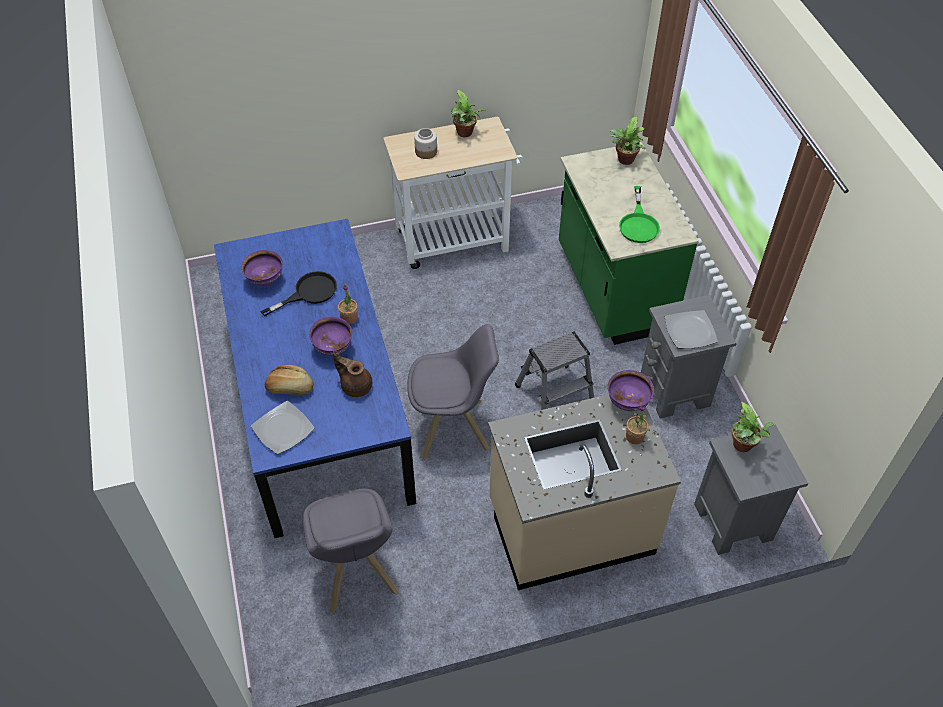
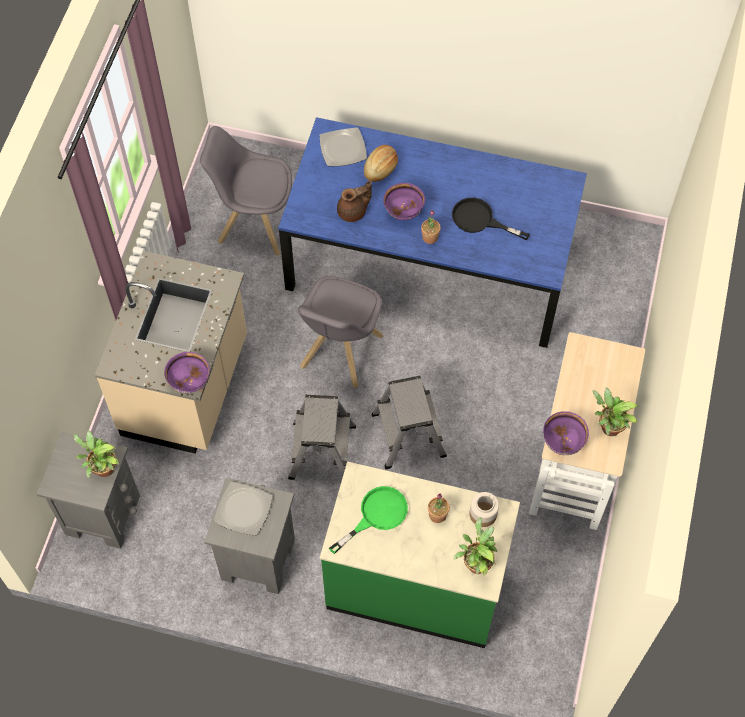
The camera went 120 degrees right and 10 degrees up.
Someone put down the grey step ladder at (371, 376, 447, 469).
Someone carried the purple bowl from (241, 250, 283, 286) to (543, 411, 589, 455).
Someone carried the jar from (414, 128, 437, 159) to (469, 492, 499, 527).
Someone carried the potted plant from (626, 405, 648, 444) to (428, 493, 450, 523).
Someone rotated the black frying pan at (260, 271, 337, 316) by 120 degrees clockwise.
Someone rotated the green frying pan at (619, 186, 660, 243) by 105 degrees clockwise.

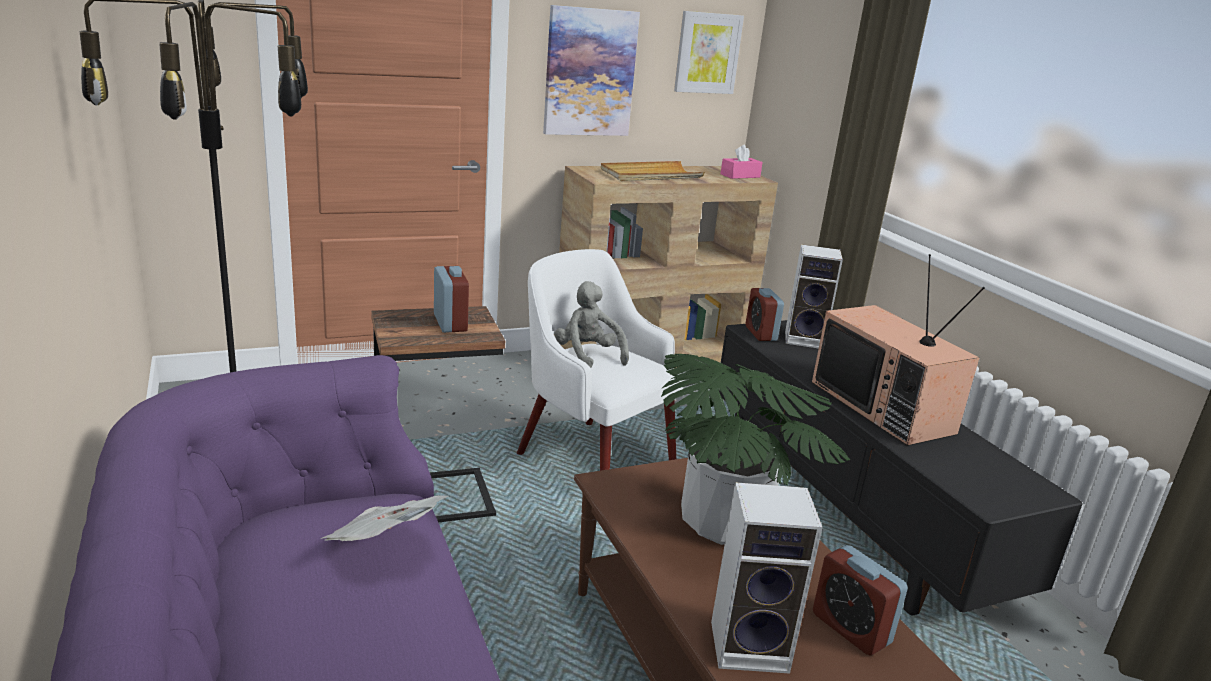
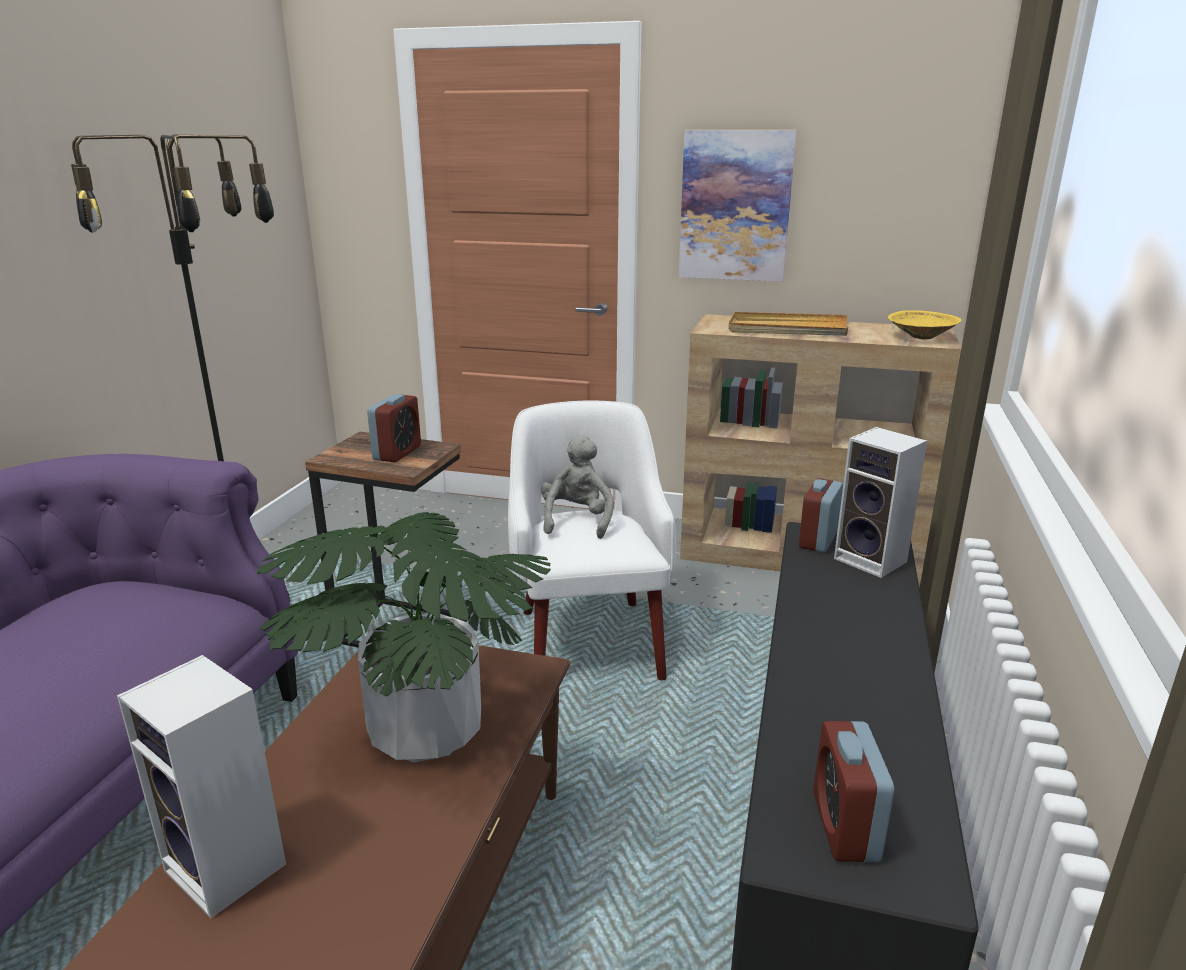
The camera went 40 degrees right and 0 degrees up.
Someone took away the newspaper at (321, 496, 449, 541).
Someone took away the picture at (674, 11, 744, 94).
Someone took away the television at (812, 254, 985, 446).
Someone carried the alarm clock from (813, 545, 908, 656) to (813, 721, 894, 862).
Someone swapped the pink tissue box at (721, 145, 763, 179) for the yellow bowl at (888, 310, 962, 339).

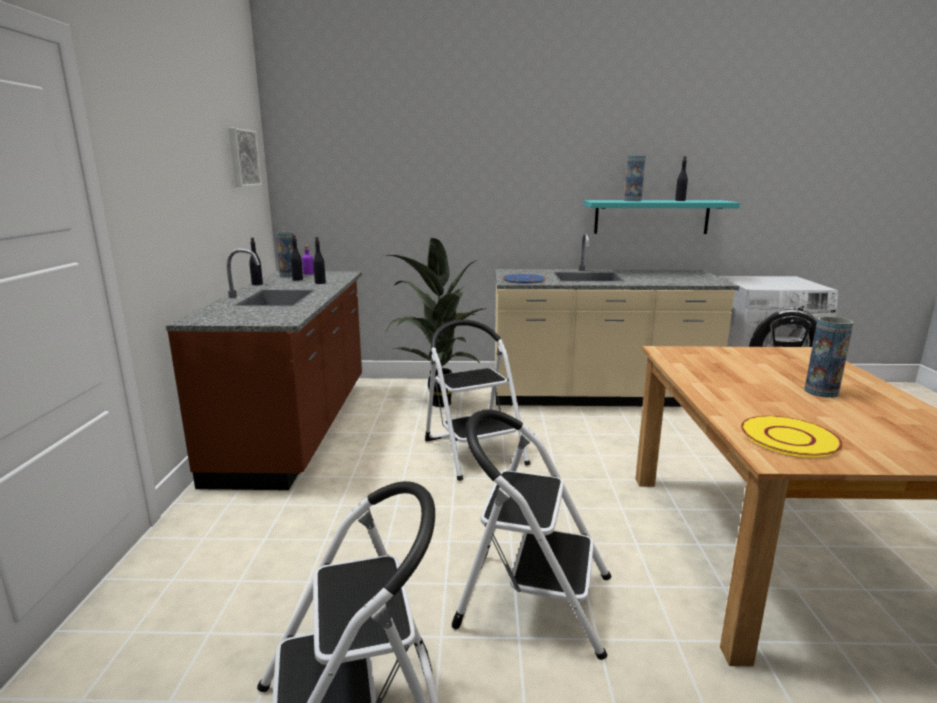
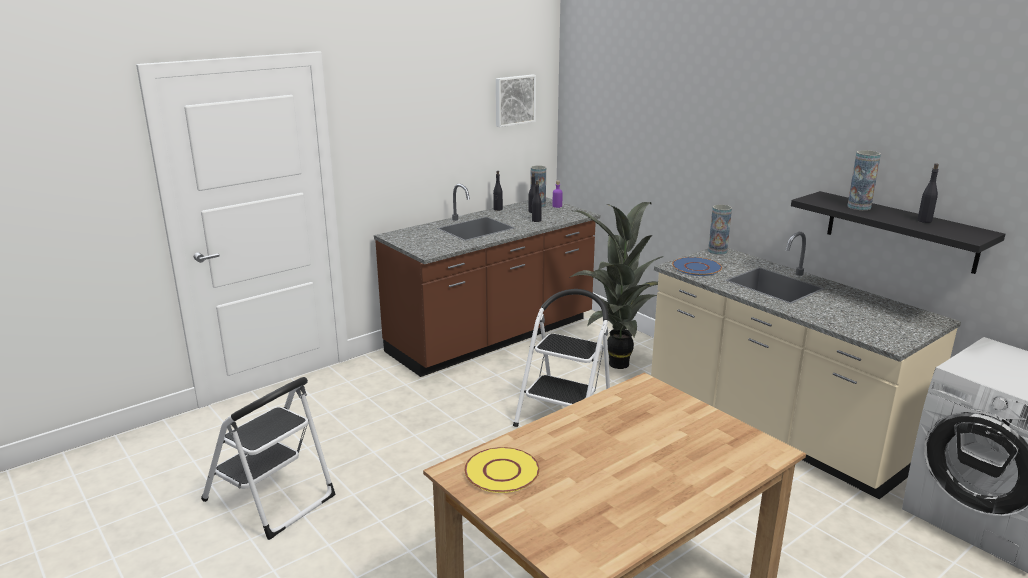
The camera went 50 degrees right and 5 degrees up.
Someone took away the step ladder at (452, 410, 611, 660).
Someone carried the vase from (804, 317, 854, 398) to (708, 205, 732, 255).
Someone repainted the turquoise shelf at (584, 200, 740, 234), which became the black shelf at (791, 191, 1005, 274).

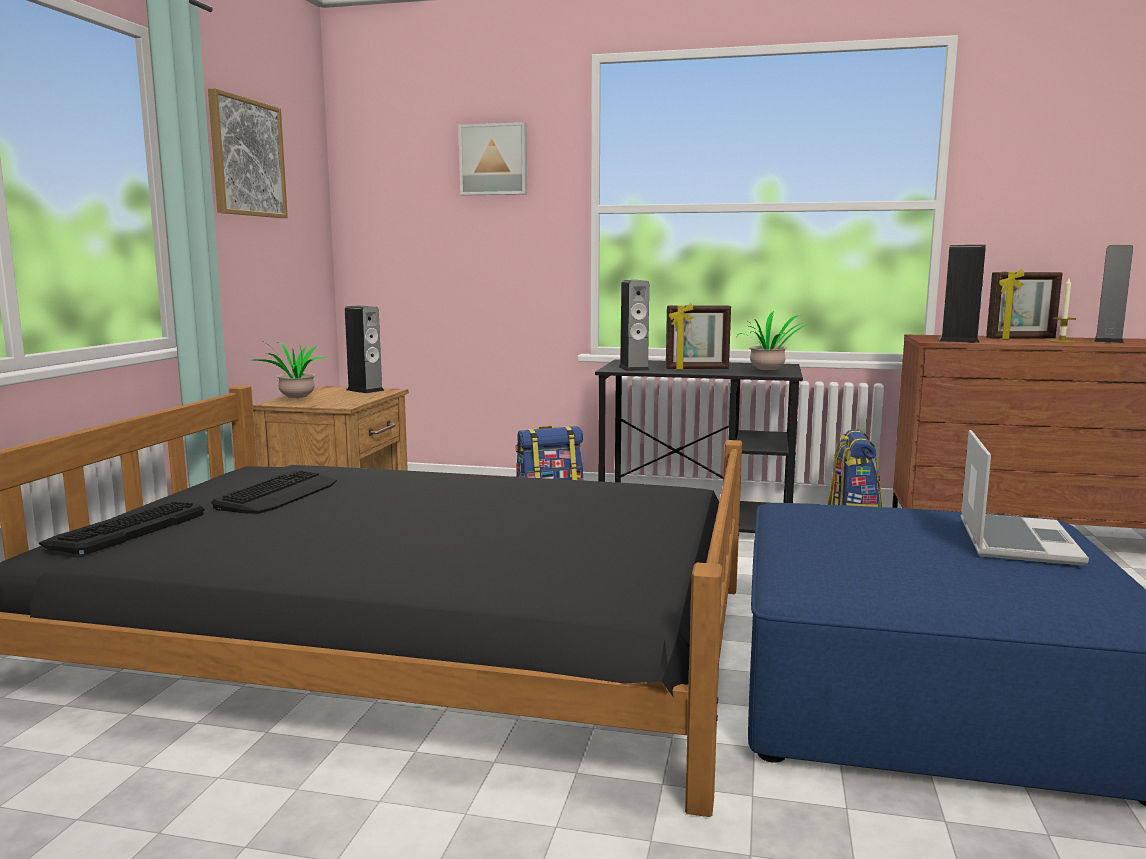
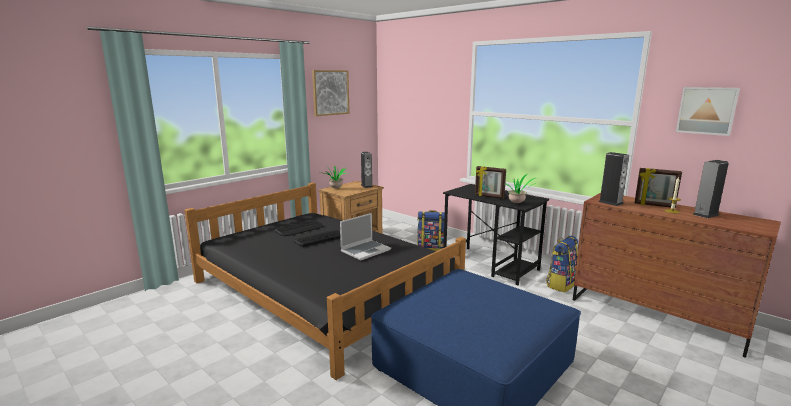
The camera went 30 degrees right and 5 degrees up.
Someone took away the speaker at (619, 280, 650, 371).
Someone carried the keyboard from (39, 501, 205, 555) to (293, 230, 341, 247).
Someone carried the picture from (459, 122, 527, 196) to (676, 87, 740, 136).
Someone carried the laptop from (961, 430, 1089, 565) to (340, 213, 391, 261).

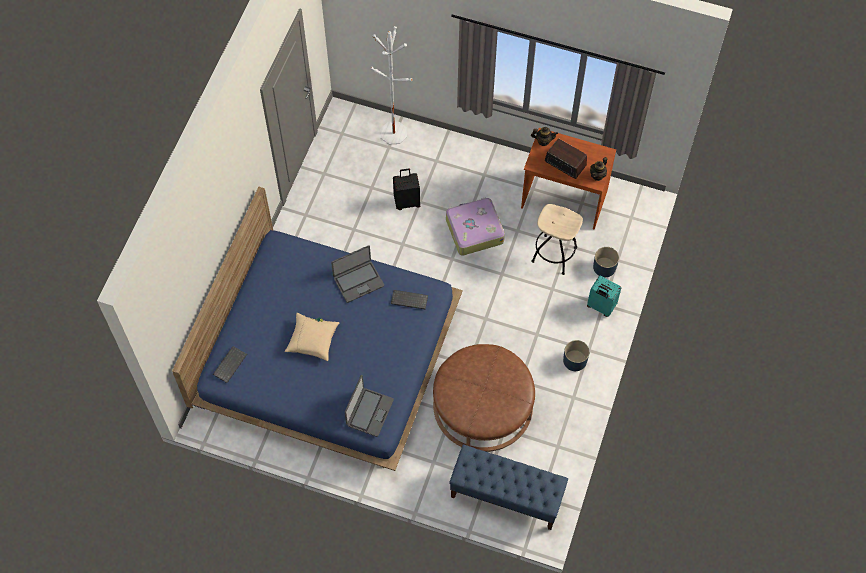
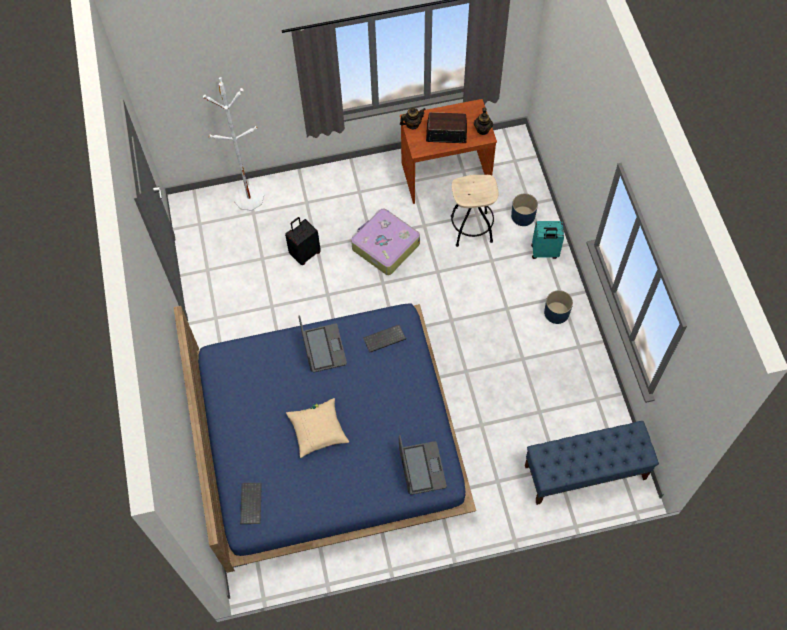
The camera went 30 degrees left and 0 degrees up.
Someone took away the brown ottoman at (433, 344, 535, 452).
Someone rotated the laptop at (331, 245, 384, 303) by 45 degrees counterclockwise.

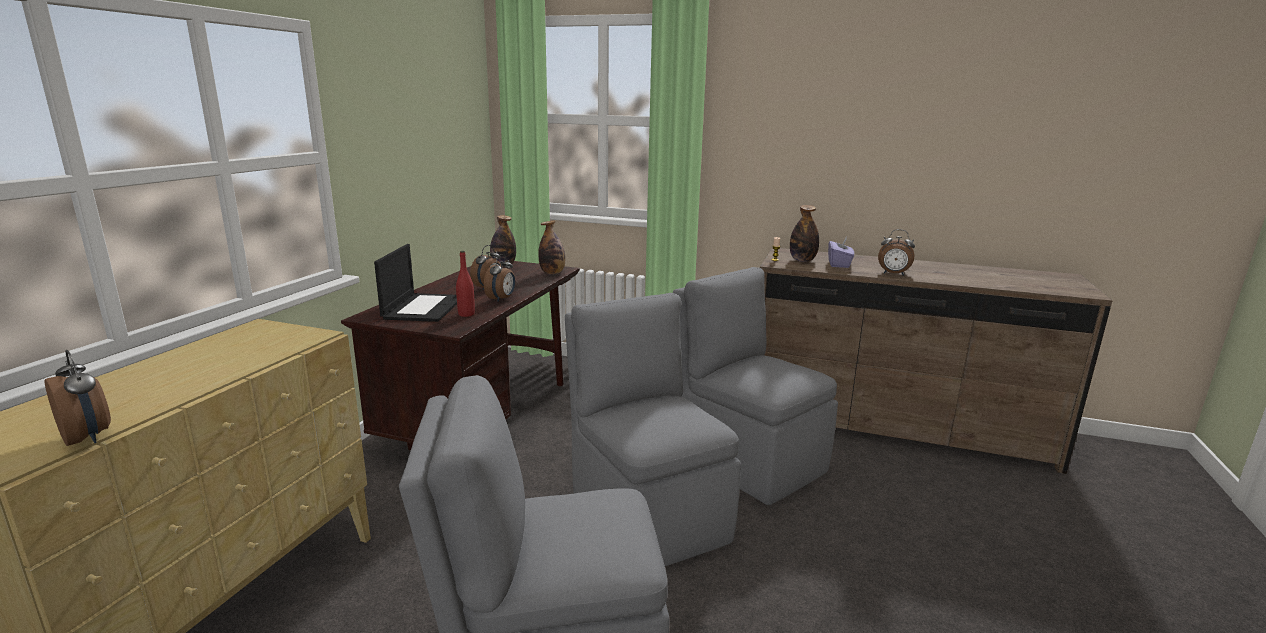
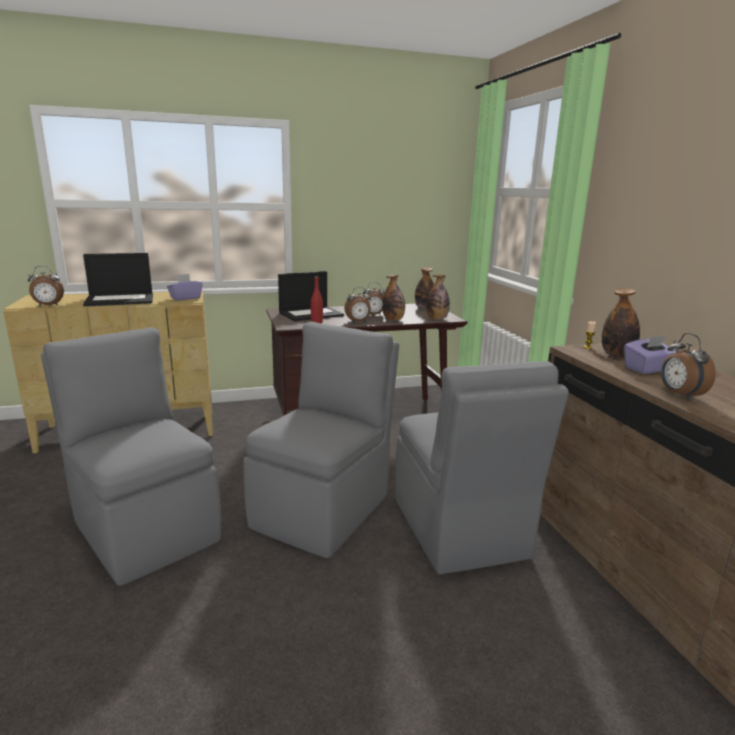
The camera went 55 degrees right and 0 degrees up.
Someone put down the laptop at (83, 253, 153, 306).
Someone put down the purple tissue box at (167, 274, 203, 300).
Someone put down the bottle at (382, 275, 405, 321).
Someone rotated the alarm clock at (44, 350, 111, 446) by 60 degrees clockwise.
Someone rotated the grey chair at (673, 267, 838, 505) by 150 degrees clockwise.

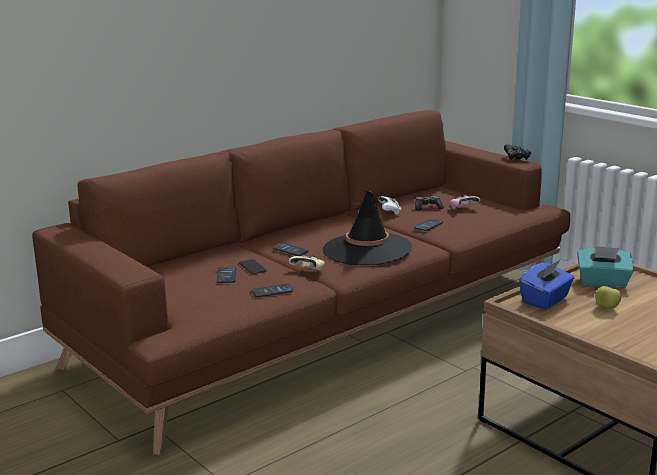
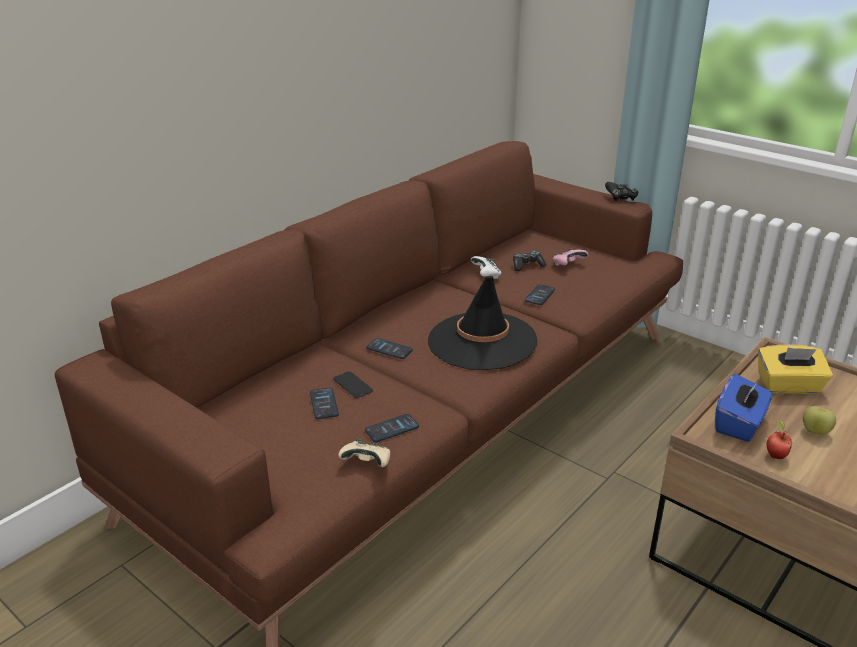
The camera went 10 degrees left and 10 degrees up.
Someone put down the apple at (767, 419, 792, 459).
Someone carried the beige game controller from (289, 254, 325, 271) to (338, 439, 390, 467).
Someone repainted the turquoise tissue box at (577, 246, 634, 288), which became the yellow tissue box at (758, 344, 833, 394).

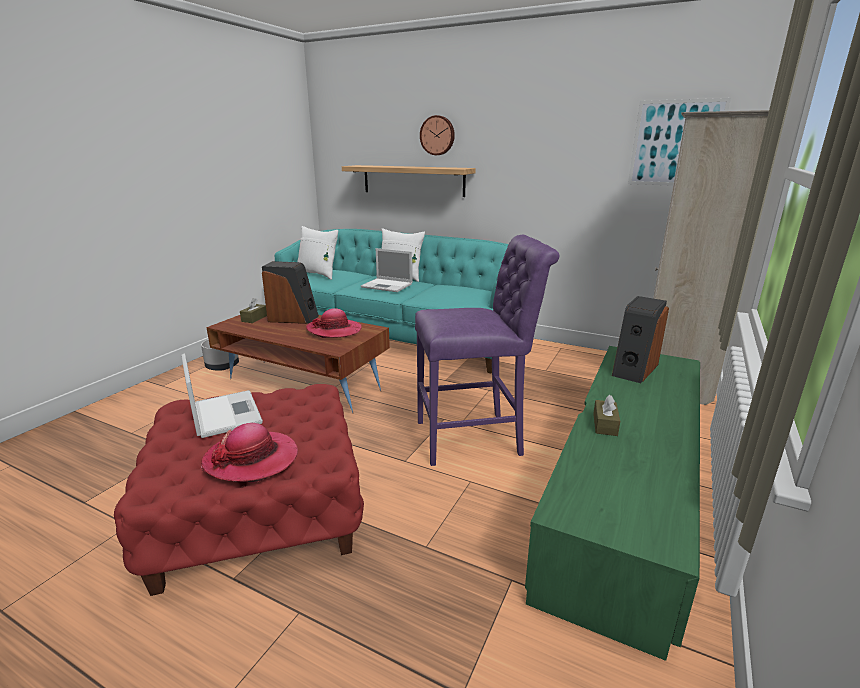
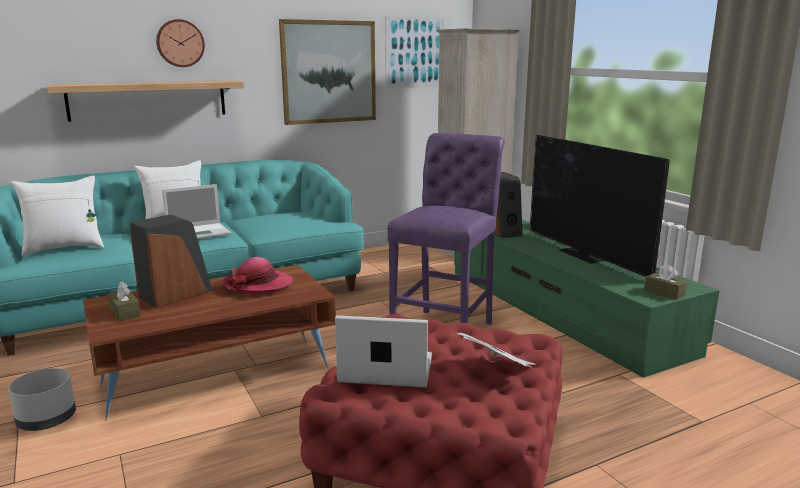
The camera went 55 degrees left and 5 degrees down.
Someone put up the picture at (279, 19, 376, 125).
Someone put down the television at (530, 134, 670, 277).
Someone carried the brown tissue box from (593, 395, 620, 436) to (644, 265, 687, 300).
Someone swapped the hat at (201, 423, 298, 483) for the newspaper at (457, 333, 535, 367).

